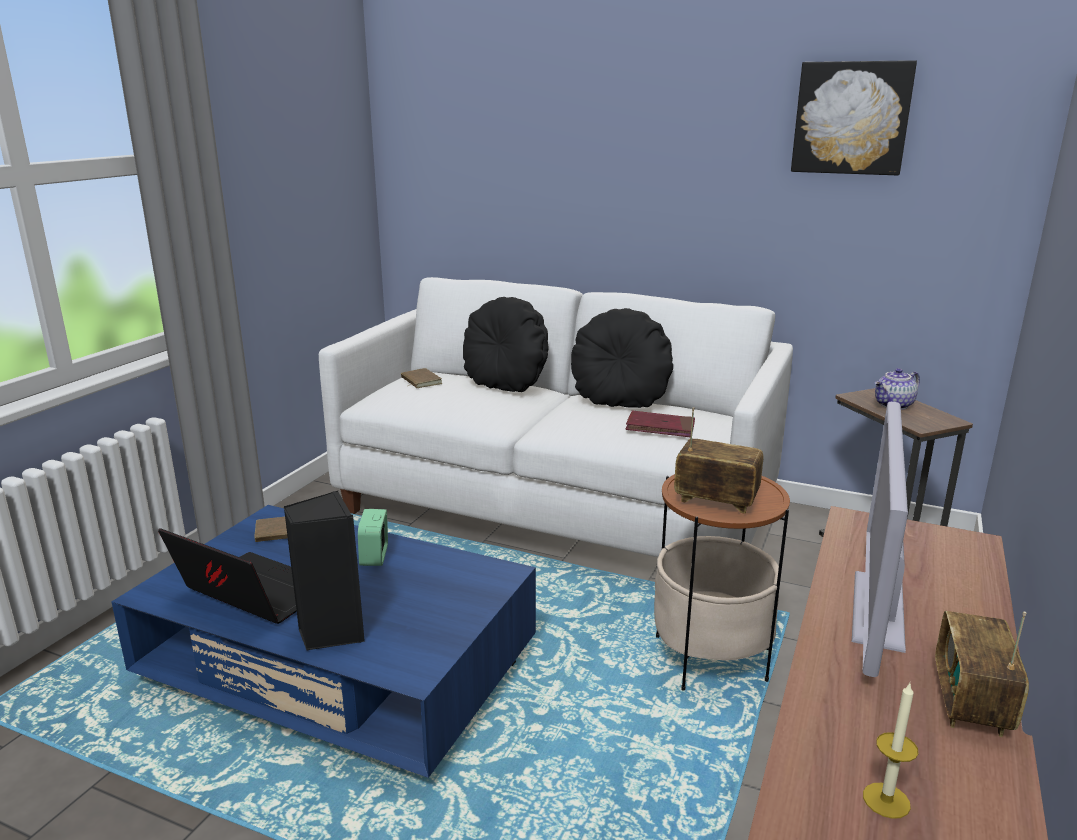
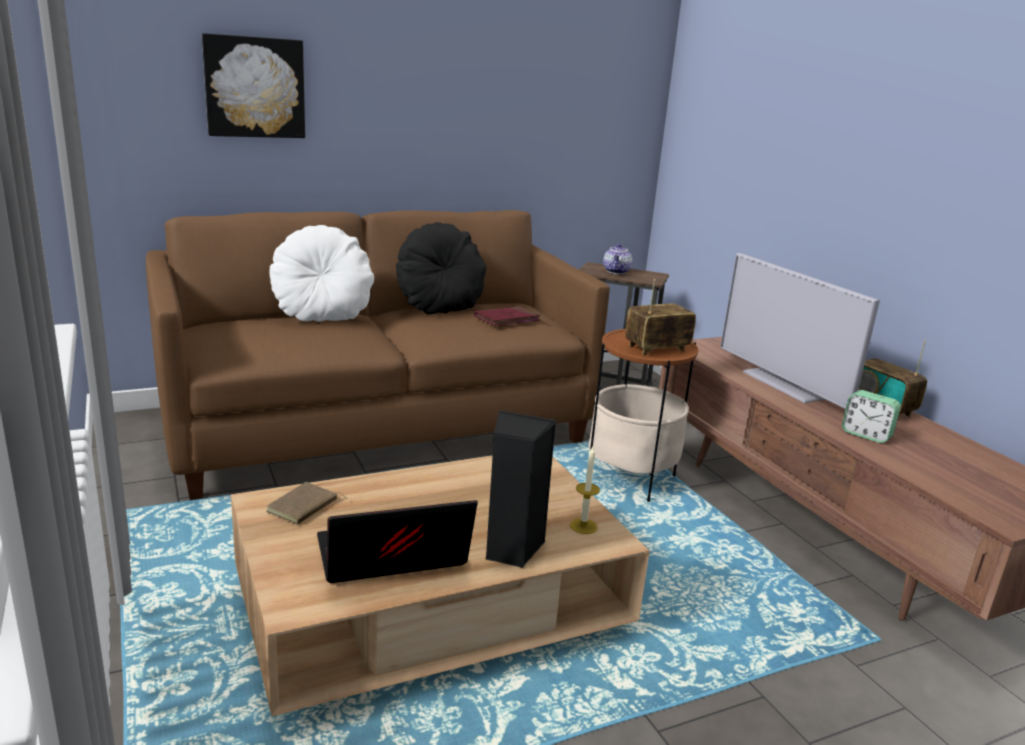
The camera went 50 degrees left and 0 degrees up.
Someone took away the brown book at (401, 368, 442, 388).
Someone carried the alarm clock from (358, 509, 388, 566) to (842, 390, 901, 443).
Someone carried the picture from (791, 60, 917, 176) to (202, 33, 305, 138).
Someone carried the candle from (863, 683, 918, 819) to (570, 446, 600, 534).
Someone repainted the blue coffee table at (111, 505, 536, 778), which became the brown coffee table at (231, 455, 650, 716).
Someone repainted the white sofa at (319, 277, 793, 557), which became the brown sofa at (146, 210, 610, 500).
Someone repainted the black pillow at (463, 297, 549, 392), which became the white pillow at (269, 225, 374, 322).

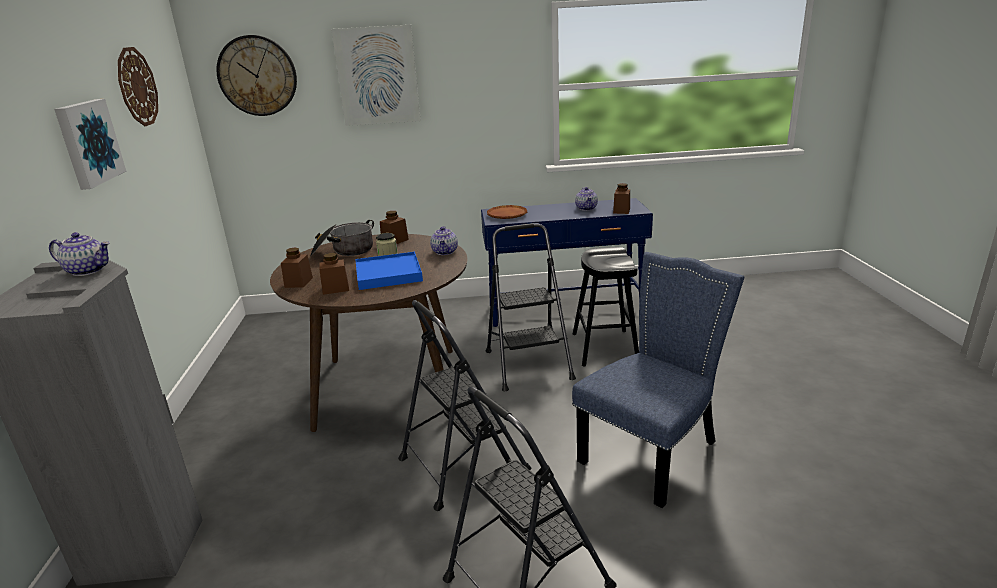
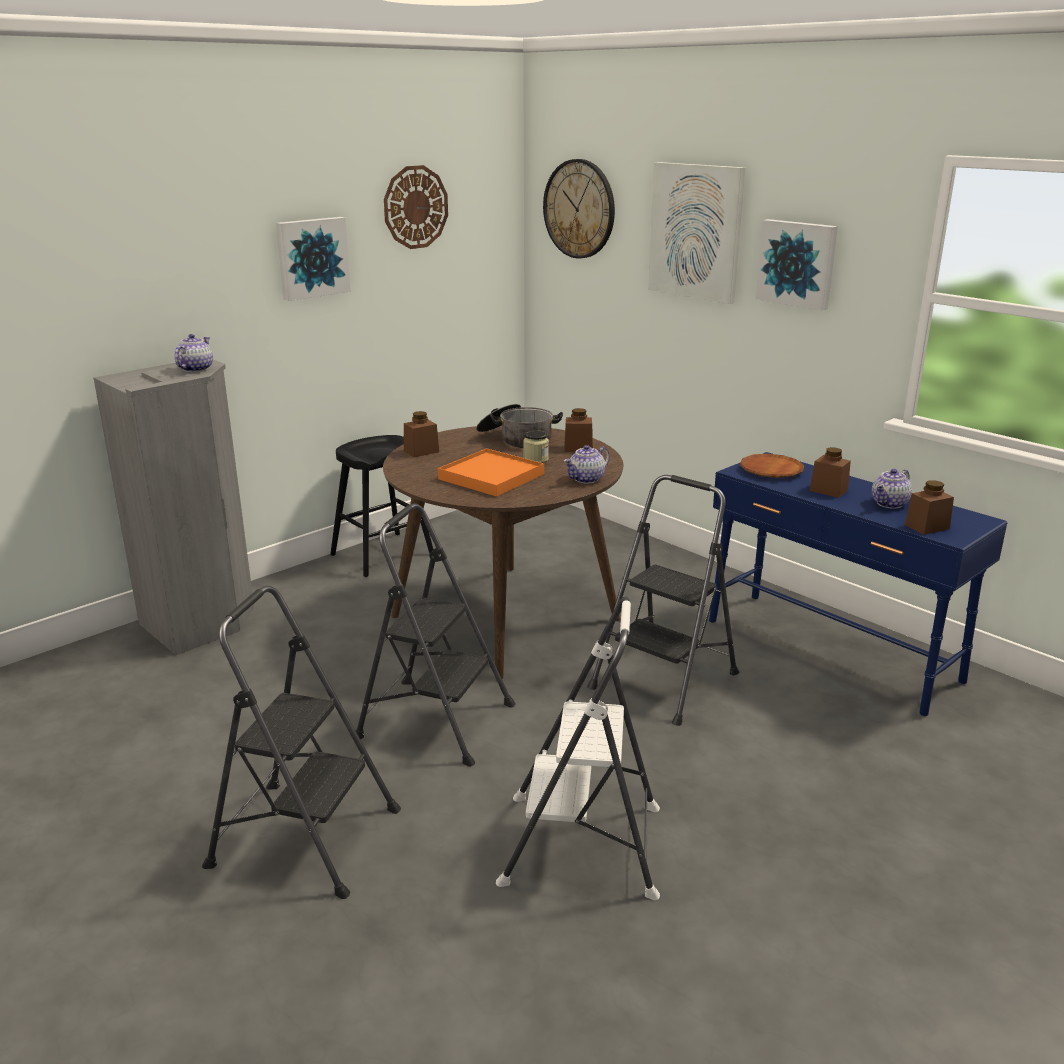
The camera went 50 degrees right and 0 degrees up.
Someone put up the picture at (756, 219, 838, 310).
Someone carried the brown jar from (319, 253, 349, 295) to (810, 447, 851, 498).
Someone carried the black stool from (573, 247, 639, 367) to (330, 435, 433, 577).
Someone swapped the blue chair at (572, 252, 744, 508) for the white step ladder at (496, 597, 660, 900).
Someone repainted the blue tray at (355, 252, 423, 290), which became the orange tray at (438, 448, 544, 497).
Someone rotated the teapot at (49, 232, 110, 276) by 135 degrees counterclockwise.

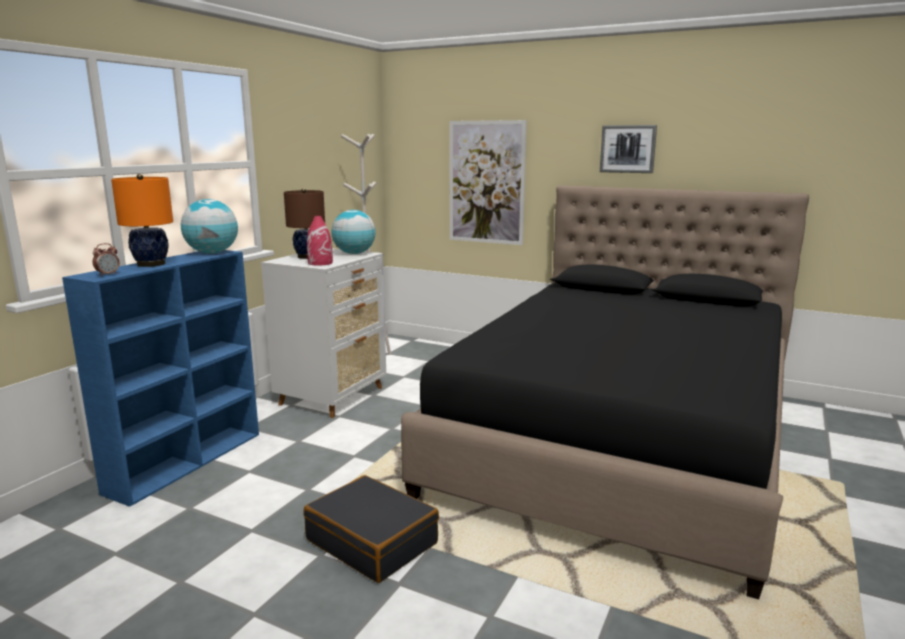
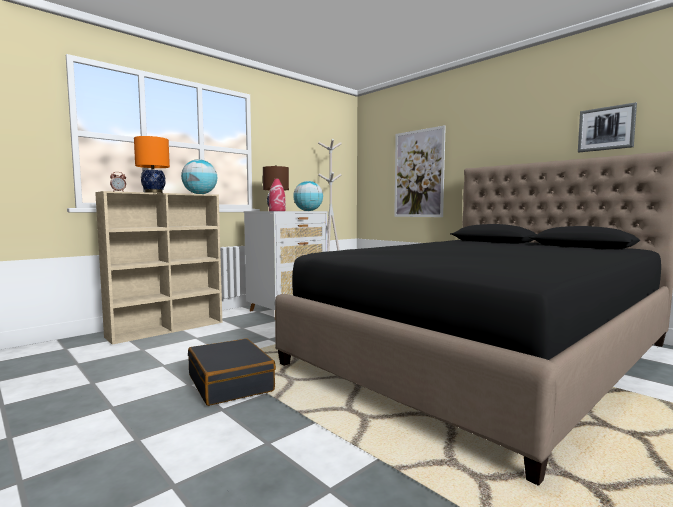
The camera went 20 degrees right and 10 degrees down.
Someone carried the picture from (600, 125, 657, 173) to (578, 102, 637, 152).
Someone repainted the blue bookcase at (62, 250, 259, 507), which became the beige bookcase at (95, 191, 222, 345).

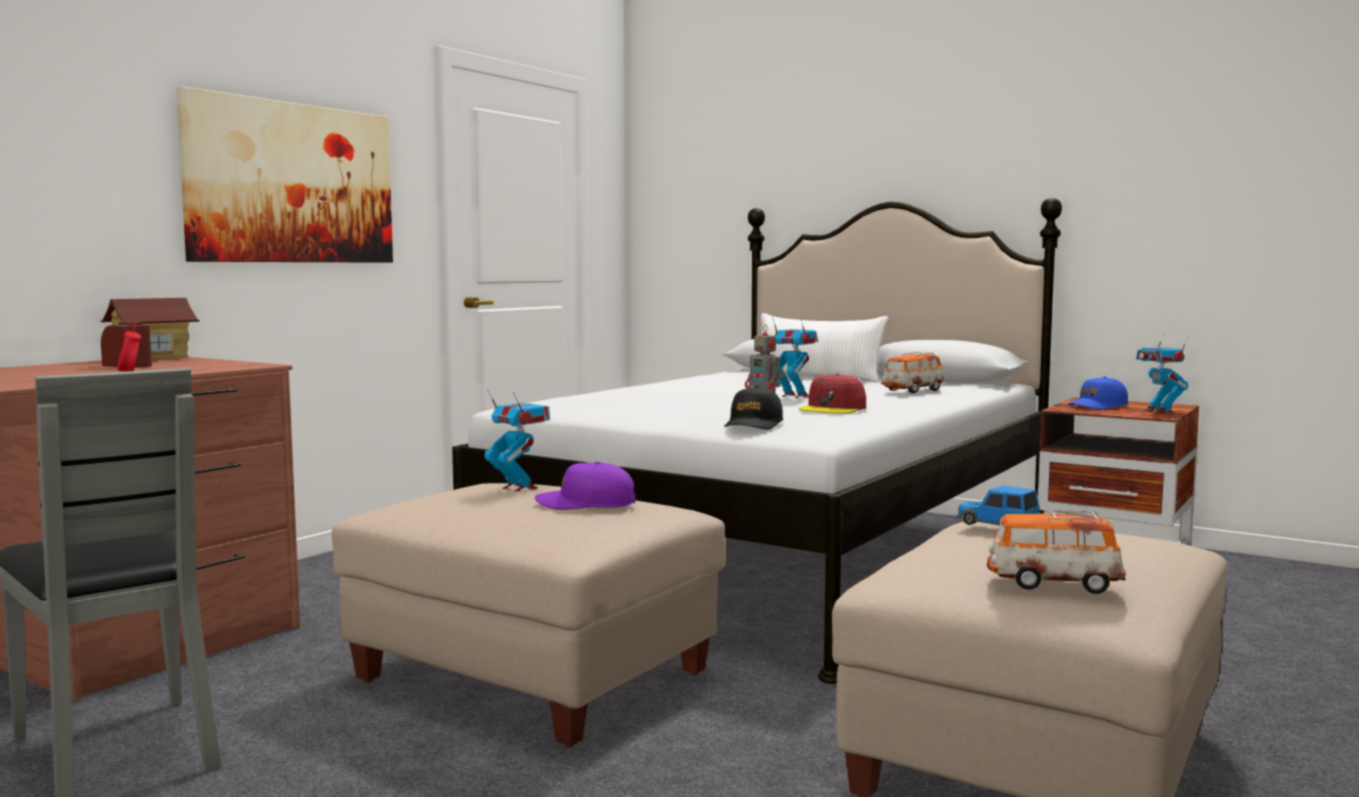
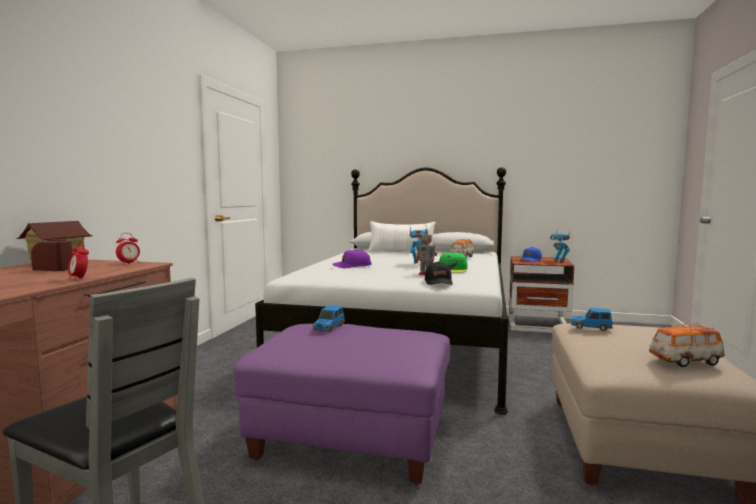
The camera went 20 degrees left and 0 degrees up.
Someone took away the picture at (176, 86, 393, 263).
Someone put down the alarm clock at (116, 233, 140, 264).
Someone carried the purple cap from (535, 461, 636, 510) to (332, 249, 371, 268).
Someone swapped the toy robot at (485, 389, 550, 492) for the toy car at (312, 305, 345, 332).
Someone repainted the beige ottoman at (332, 483, 726, 747), which became the purple ottoman at (233, 323, 450, 484).
Someone repainted the red cap at (799, 373, 866, 413), which became the green cap at (439, 252, 467, 273).

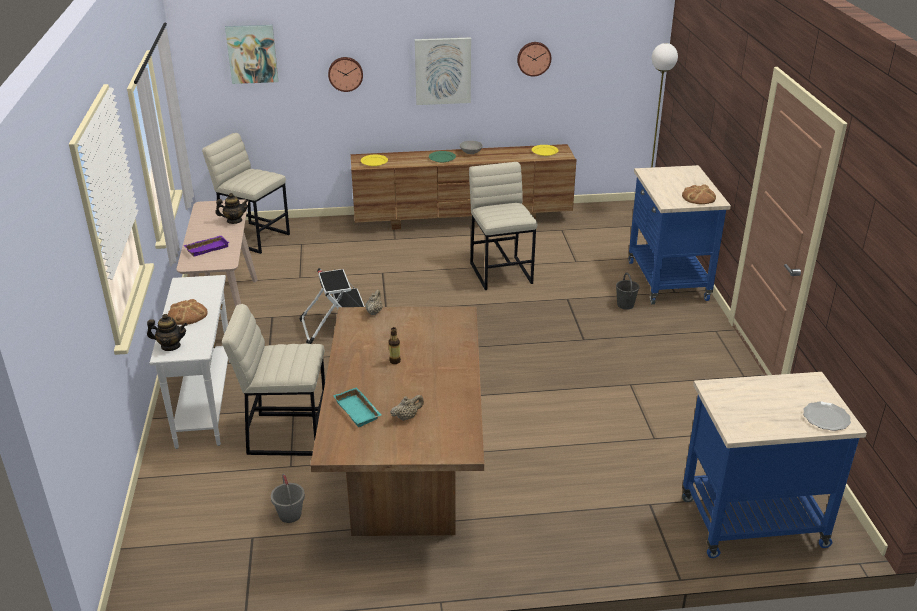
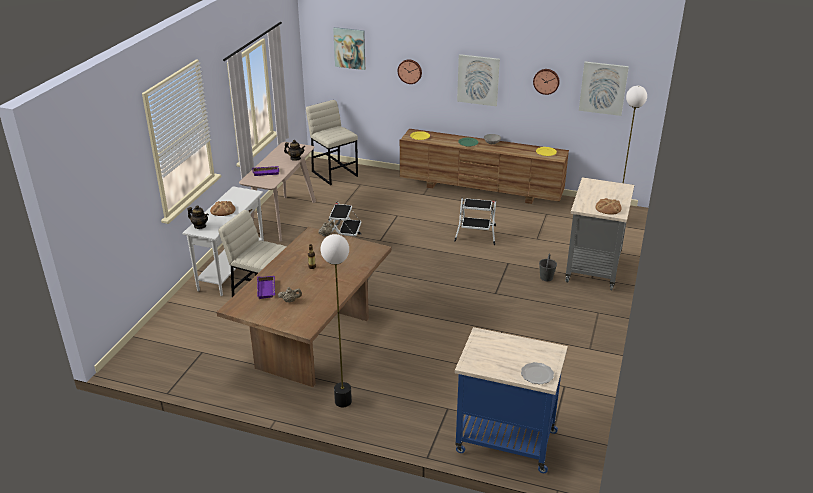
The camera went 25 degrees right and 0 degrees up.
Someone took away the grey bucket at (271, 474, 305, 523).
Someone put down the floor lamp at (321, 234, 352, 407).
Someone put up the picture at (579, 62, 629, 116).
Someone swapped the beige chair at (469, 162, 537, 290) for the step ladder at (454, 198, 496, 245).
Someone repainted the turquoise tray at (333, 387, 382, 427), which became the purple tray at (257, 276, 275, 299).
Someone repainted the blue cart at (629, 165, 731, 304), which became the grey cart at (565, 177, 634, 290).

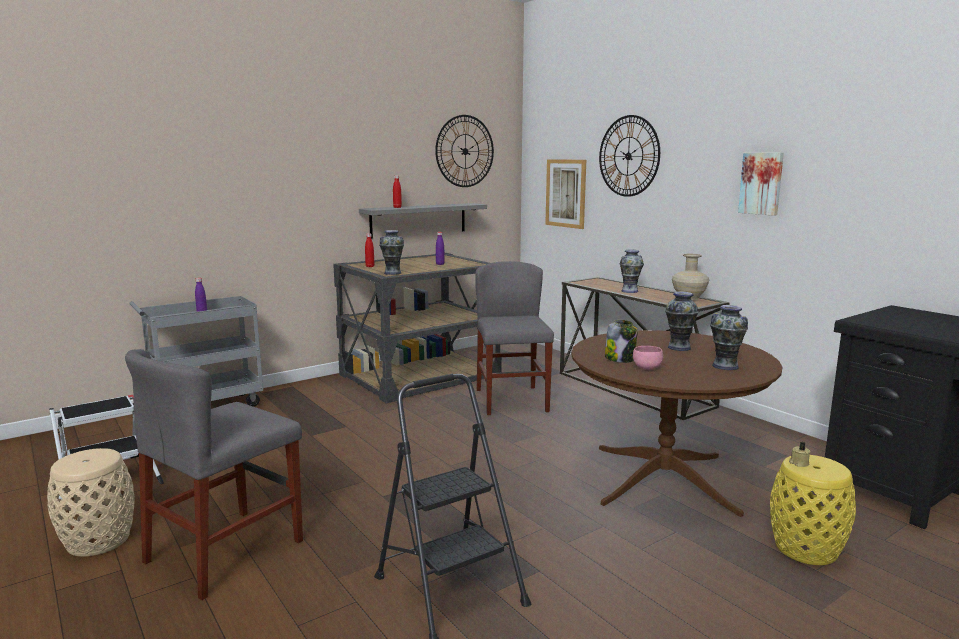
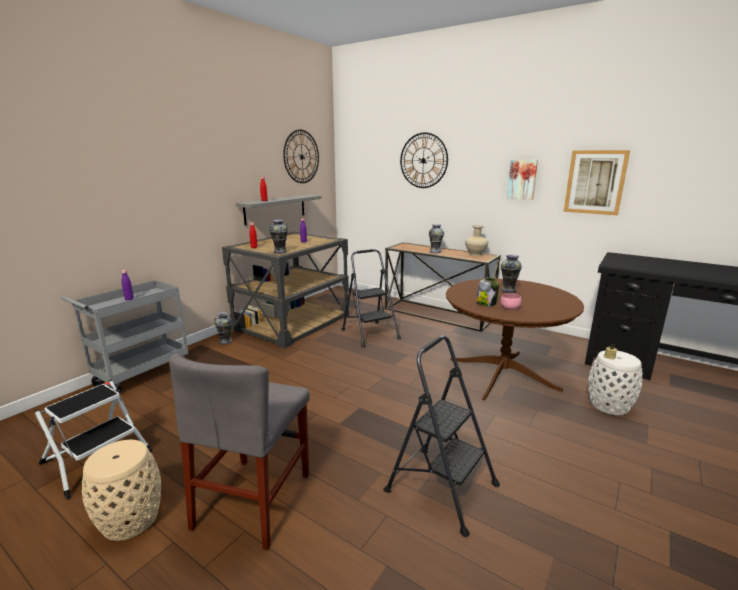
The camera went 20 degrees left and 5 degrees up.
Someone carried the picture from (545, 159, 586, 229) to (564, 150, 630, 215).
Someone carried the vase from (710, 305, 748, 370) to (214, 312, 233, 344).
Someone swapped the grey chair at (475, 261, 554, 415) for the black step ladder at (341, 249, 401, 348).
Someone repainted the yellow stool at (770, 455, 856, 565), which became the white stool at (589, 350, 643, 415).

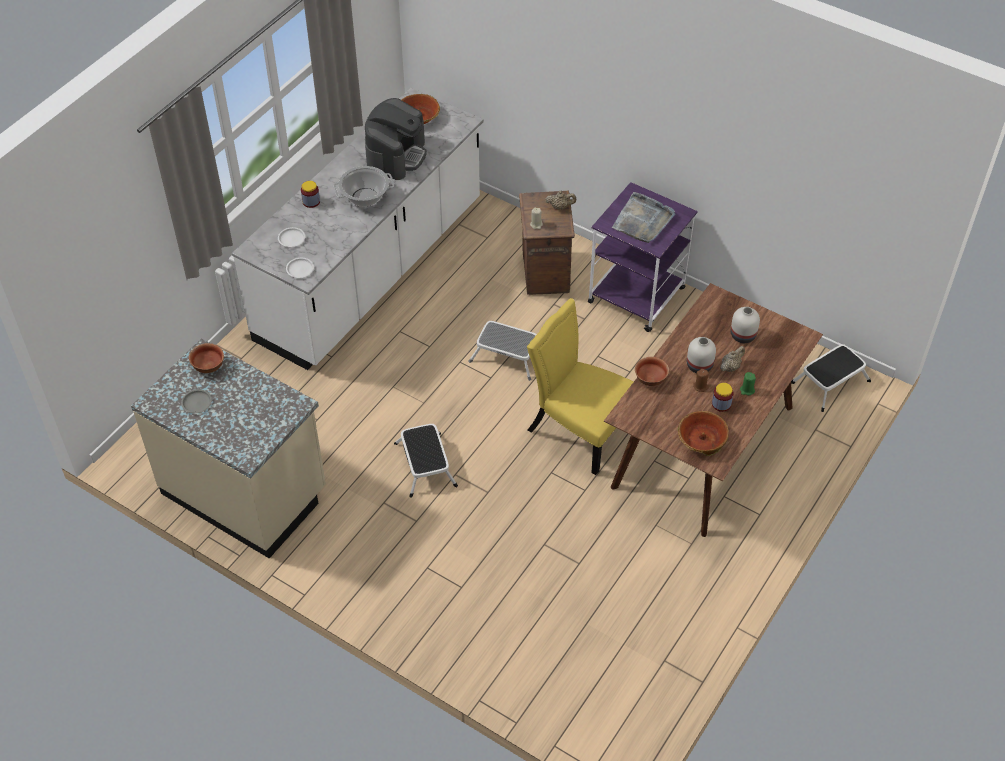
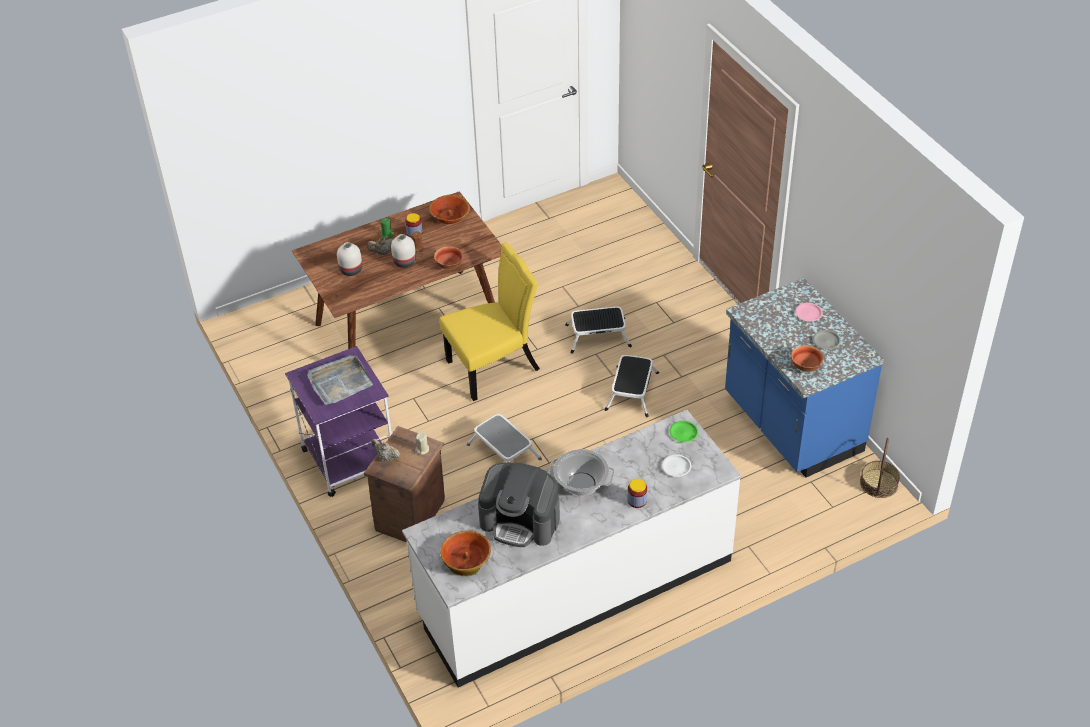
The camera went 150 degrees left and 5 degrees down.
Someone put down the pink plate at (795, 303, 823, 321).
Someone put down the basket at (860, 438, 900, 498).
Someone carried the black step ladder from (791, 344, 871, 412) to (565, 306, 632, 354).
Someone repainted the beige counter at (131, 339, 326, 559), which became the blue counter at (725, 278, 884, 477).
Someone repainted the white plate at (286, 258, 314, 278), which became the green plate at (670, 421, 698, 442).
Someone rotated the coffee machine at (365, 98, 427, 180) by 120 degrees counterclockwise.
Someone rotated the yellow chair at (527, 298, 634, 475) by 90 degrees counterclockwise.

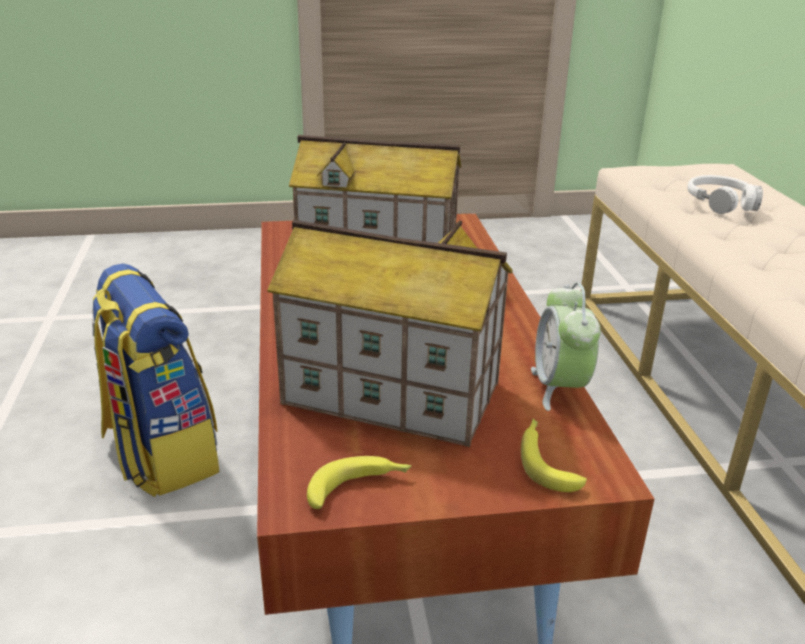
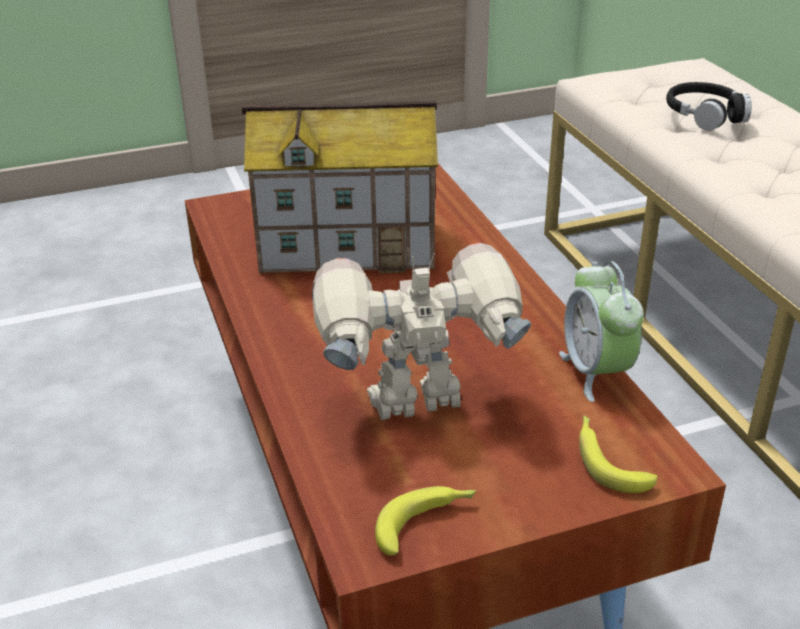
The camera went 10 degrees left and 5 degrees up.
Someone took away the backpack at (92, 264, 219, 497).
Someone swapped the toy house at (267, 220, 513, 447) for the toy robot at (312, 243, 531, 420).
Someone repainted the white headphones at (687, 175, 763, 214), which became the black headphones at (666, 82, 752, 131).

